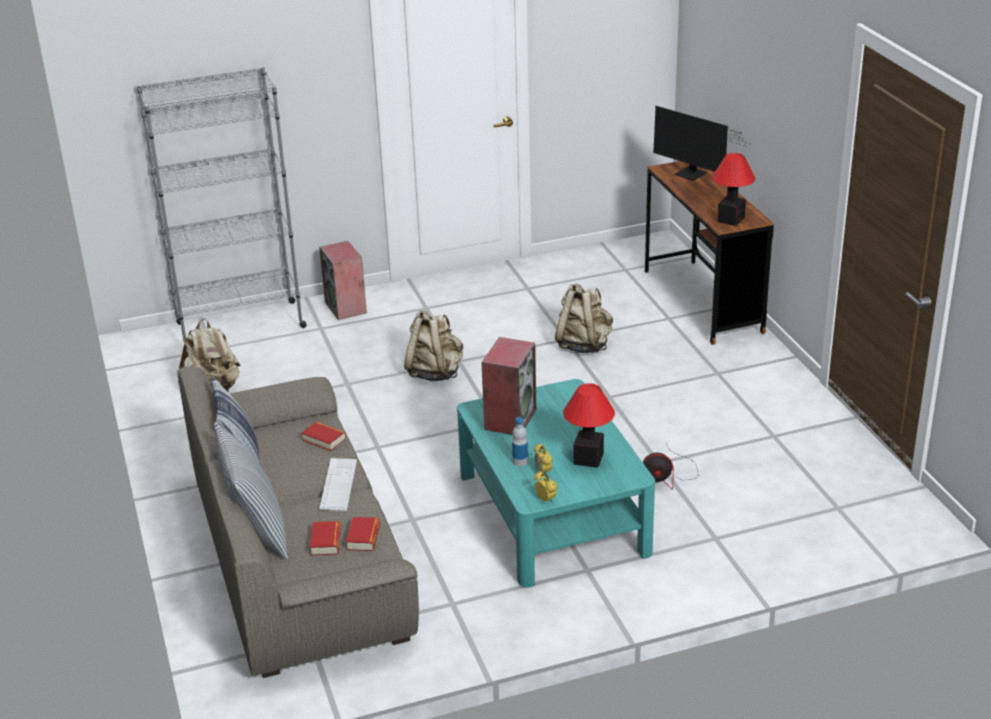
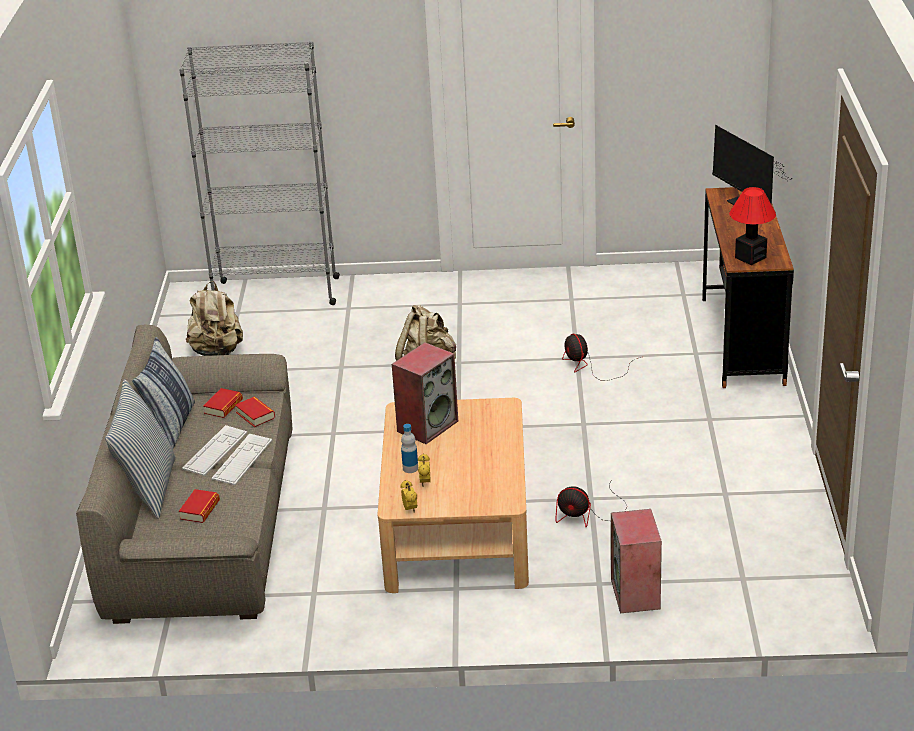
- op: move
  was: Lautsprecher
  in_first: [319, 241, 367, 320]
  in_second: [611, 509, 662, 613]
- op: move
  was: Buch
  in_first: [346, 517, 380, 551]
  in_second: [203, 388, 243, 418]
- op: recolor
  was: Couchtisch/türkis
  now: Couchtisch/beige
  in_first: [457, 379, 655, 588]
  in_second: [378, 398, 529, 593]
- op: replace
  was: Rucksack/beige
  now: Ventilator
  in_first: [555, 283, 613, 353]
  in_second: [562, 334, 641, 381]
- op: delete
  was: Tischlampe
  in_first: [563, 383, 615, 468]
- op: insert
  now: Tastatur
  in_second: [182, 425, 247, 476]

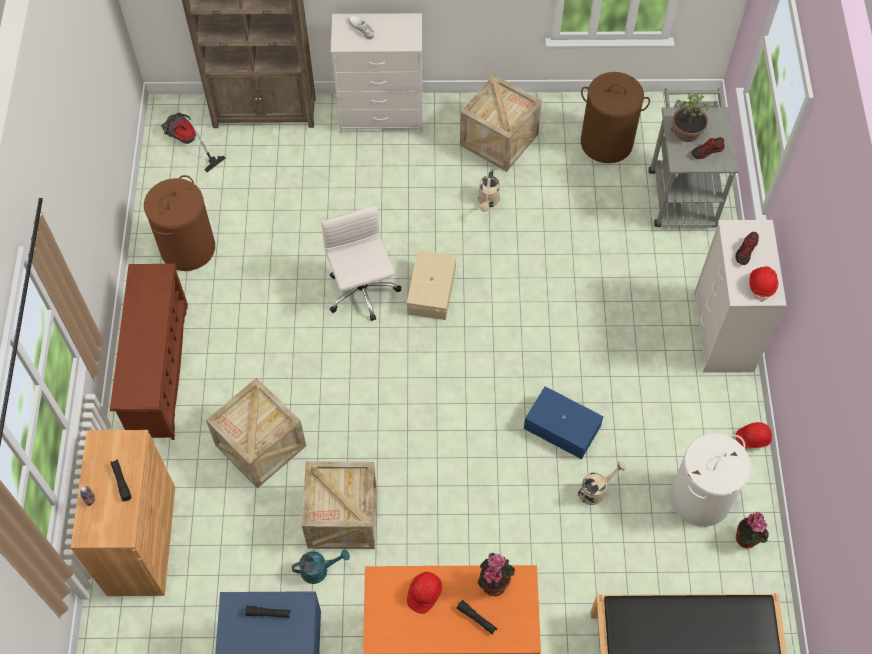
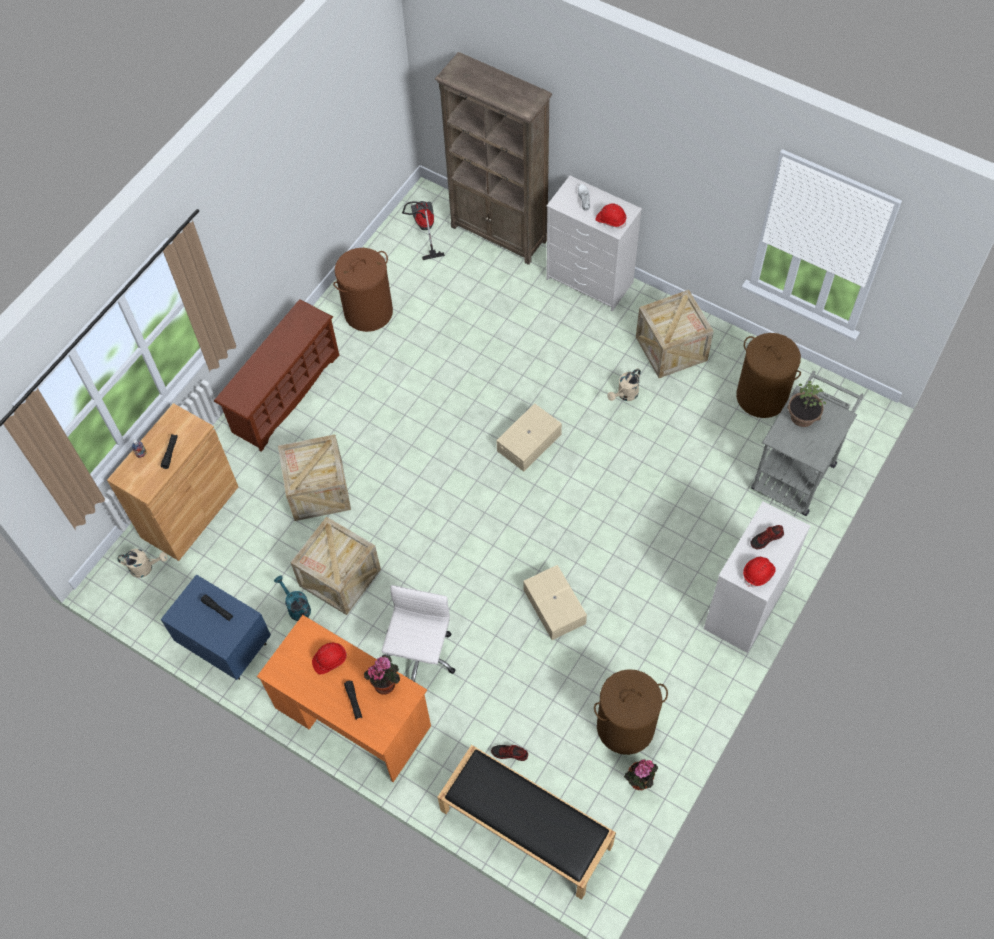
- op: rotate
  was: Gießkanne/türkis
  in_first: [292, 549, 350, 584]
  in_second: [274, 575, 311, 621]
  clockwise: -150
- op: move
  was: Bürostuhl/weiß
  in_first: [321, 206, 401, 321]
  in_second: [382, 585, 456, 682]
- op: recolor
  was: Aufbewahrungsbox/blau
  now: Aufbewahrungsbox/beige
  in_first: [524, 386, 603, 459]
  in_second: [523, 565, 587, 640]
- op: move
  was: Gießkanne/beige
  in_first: [577, 461, 626, 505]
  in_second: [117, 549, 168, 578]
- op: recolor
  was: Wäschekorb/weiß
  now: Wäschekorb/braun
  in_first: [670, 433, 751, 527]
  in_second: [594, 669, 668, 755]
- op: move
  was: Schuh
  in_first: [692, 137, 725, 159]
  in_second: [491, 745, 528, 761]
- op: move
  was: Schutzhelm/rot
  in_first: [736, 422, 772, 449]
  in_second: [596, 204, 626, 228]

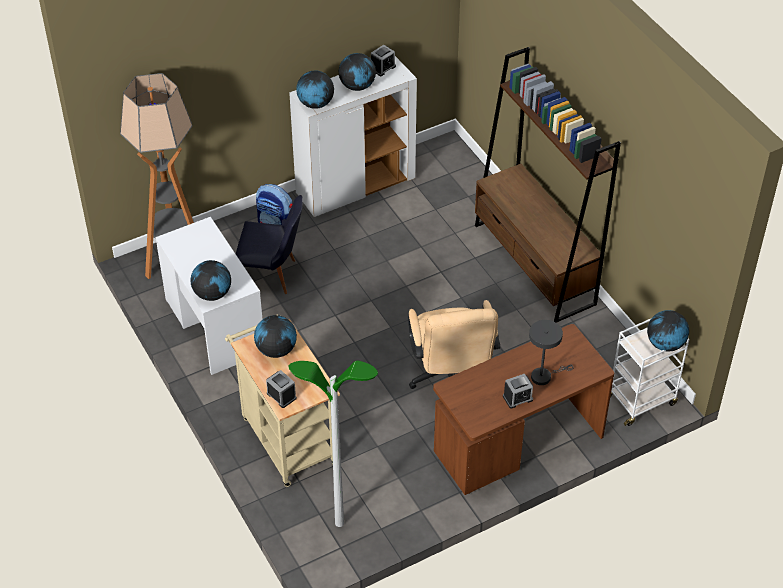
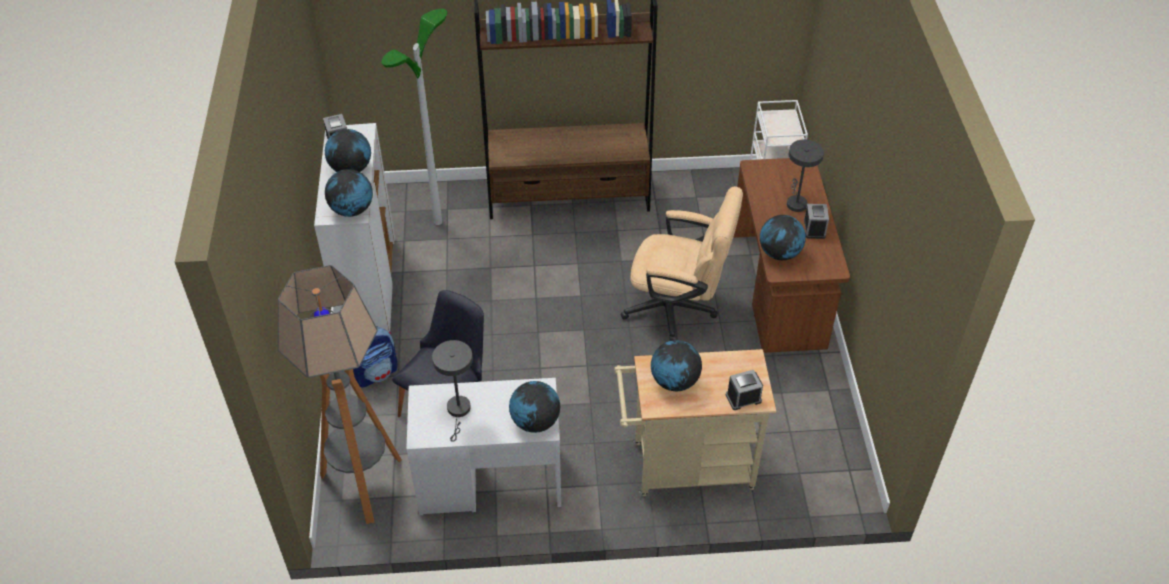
- op: move
  was: Stehlampe
  in_first: [288, 361, 378, 527]
  in_second: [381, 9, 447, 225]
- op: move
  was: Globus
  in_first: [647, 310, 689, 352]
  in_second: [760, 215, 806, 260]
- op: insert
  now: Tischlampe/grau
  in_second: [432, 340, 473, 442]

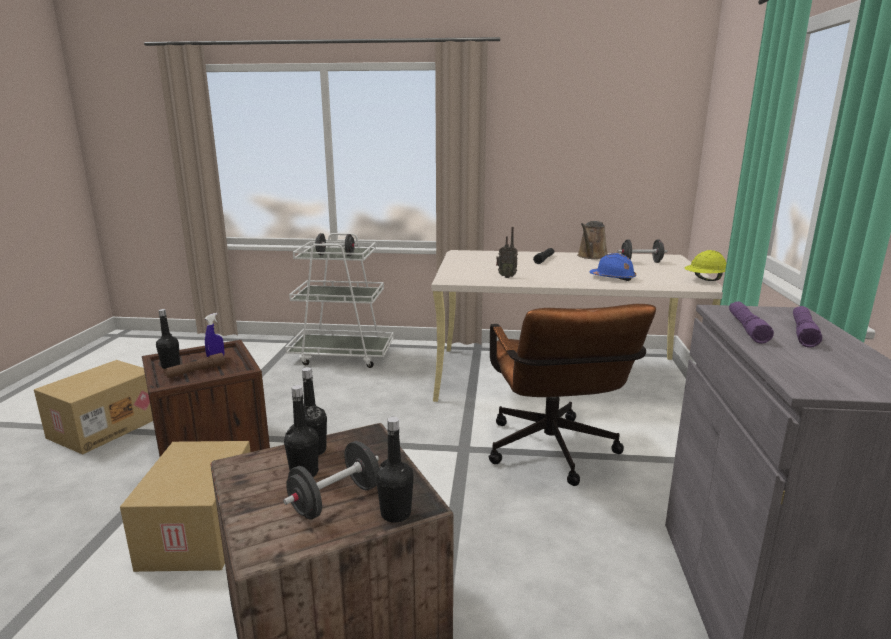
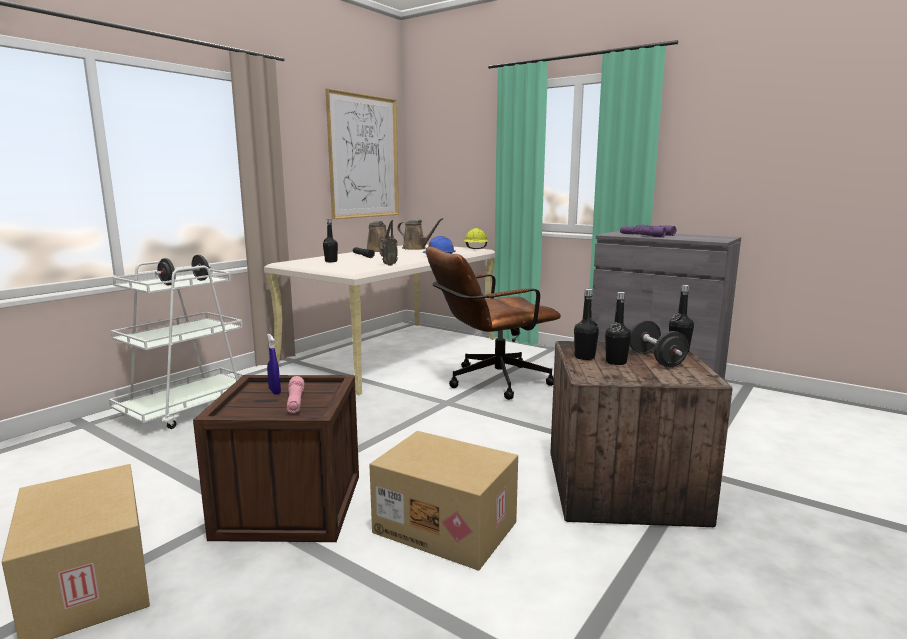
- op: move
  was: Flasche/schwarz
  in_first: [156, 309, 180, 369]
  in_second: [323, 219, 338, 262]
- op: recolor
  was: Taschenlampe/braun
  now: Taschenlampe/rosa
  in_first: [164, 353, 225, 378]
  in_second: [287, 376, 304, 413]
- op: rotate
  was: Bürostuhl/braun
  in_first: [489, 304, 656, 486]
  in_second: [426, 247, 561, 400]
  clockwise: 135
- op: replace
  was: Hantel/schwarz
  now: Gießkanne/braun
  in_first: [618, 239, 667, 263]
  in_second: [398, 218, 443, 250]
- op: insert
  now: Bild
  in_second: [326, 88, 399, 219]

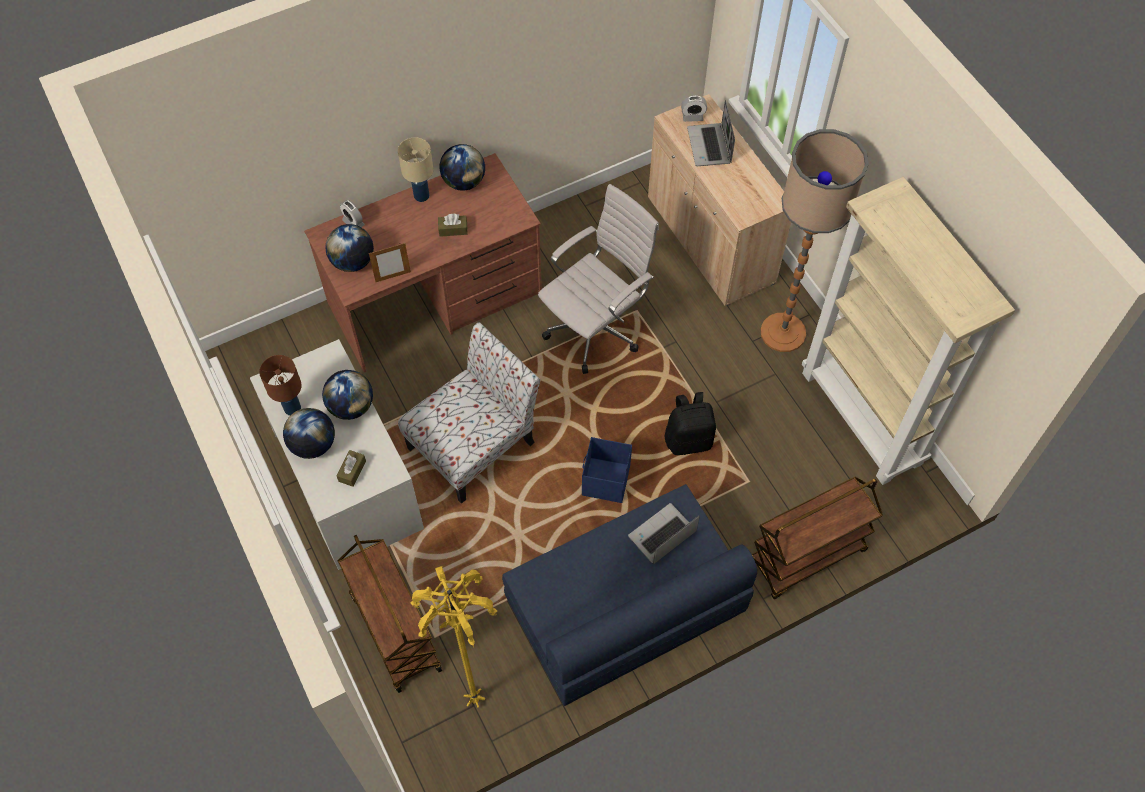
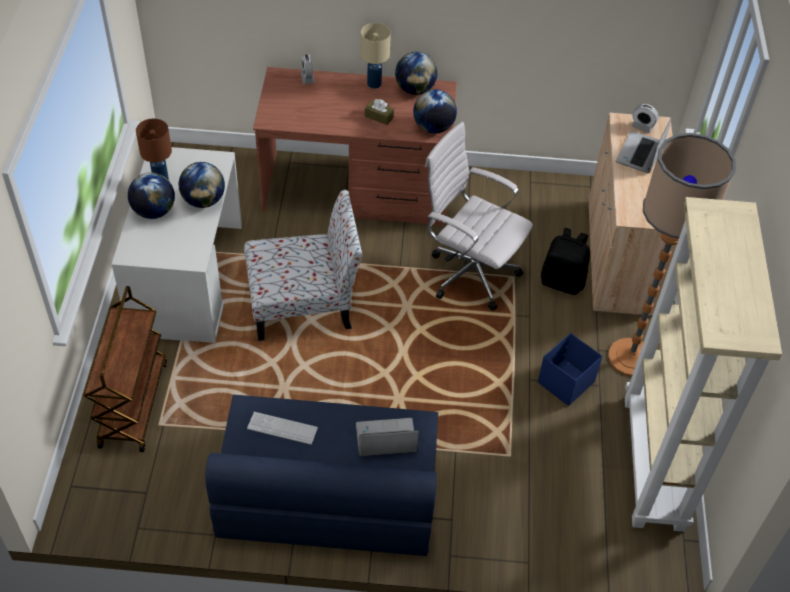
- op: move
  was: Globus
  in_first: [325, 224, 374, 272]
  in_second: [413, 89, 457, 133]
- op: delete
  was: Taschentuchbox/braun
  in_first: [336, 450, 366, 487]
- op: delete
  was: Bilderrahmen
  in_first: [369, 243, 411, 282]
- op: delete
  was: Stehlampe/gelb
  in_first: [410, 566, 497, 708]
- op: rotate
  was: Bürostuhl/weiß
  in_first: [538, 184, 659, 374]
  in_second: [425, 122, 533, 311]
  clockwise: -135
- op: move
  was: Aufbewahrungsbox/blau
  in_first: [582, 437, 632, 503]
  in_second: [538, 333, 603, 406]
- op: move
  was: Rucksack/schwarz
  in_first: [664, 392, 716, 455]
  in_second: [541, 228, 590, 295]
- op: delete
  was: Rollwagen/braun
  in_first: [752, 477, 883, 599]
- op: insert
  now: Tastatur
  in_second: [247, 412, 318, 445]

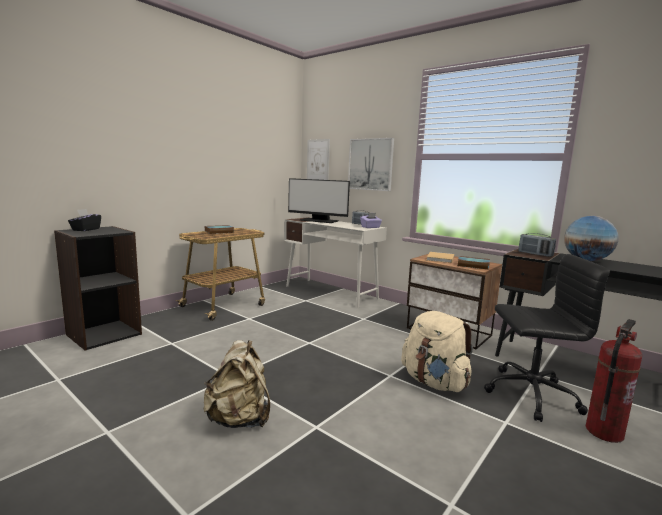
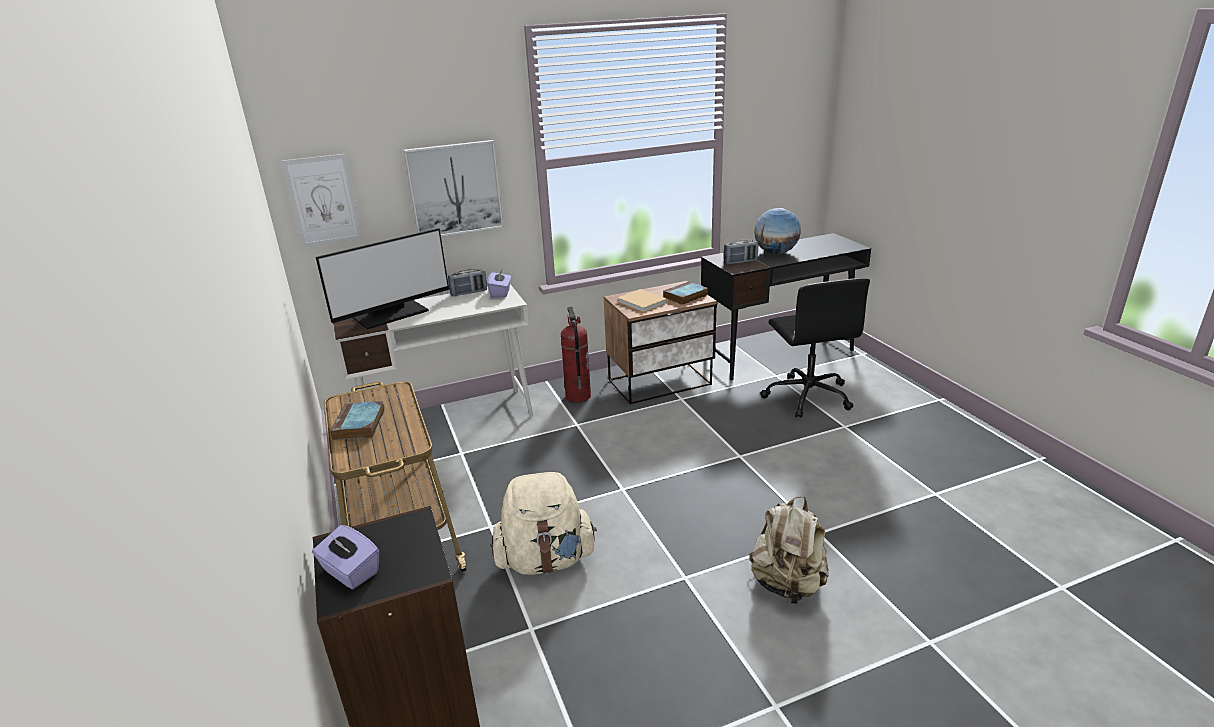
- op: recolor
  was: Taschentuchbox/schwarz
  now: Taschentuchbox/lila
  in_first: [68, 209, 101, 231]
  in_second: [312, 525, 379, 589]
- op: move
  was: Rucksack/beige
  in_first: [401, 311, 473, 392]
  in_second: [491, 471, 597, 575]
- op: rotate
  was: Bürostuhl/schwarz
  in_first: [484, 254, 610, 422]
  in_second: [760, 278, 870, 418]
  clockwise: 135
- op: move
  was: Feuerlöscher
  in_first: [586, 319, 642, 443]
  in_second: [561, 307, 591, 403]

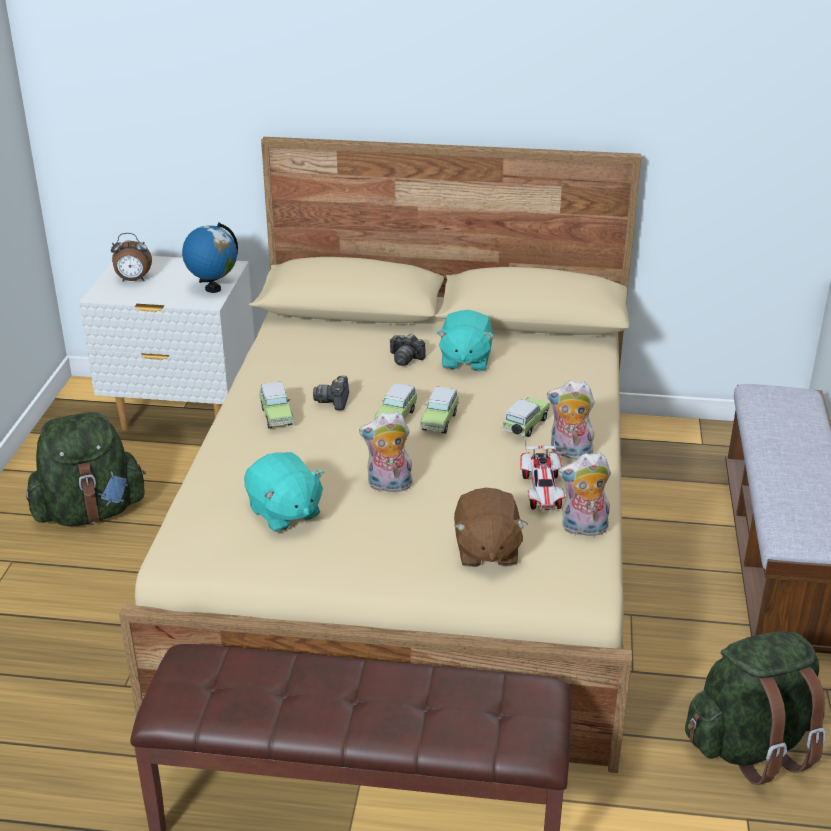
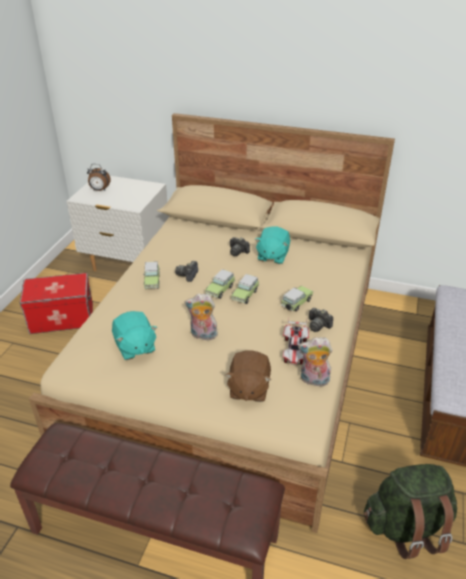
- op: replace
  was: Rucksack/grün
  now: Aufbewahrungsbox
  in_first: [26, 412, 146, 526]
  in_second: [20, 273, 93, 334]
- op: delete
  was: Globus
  in_first: [182, 222, 238, 293]
- op: replace
  was: Plüschtier
  now: Kamera
  in_first: [547, 380, 595, 460]
  in_second: [309, 308, 333, 332]

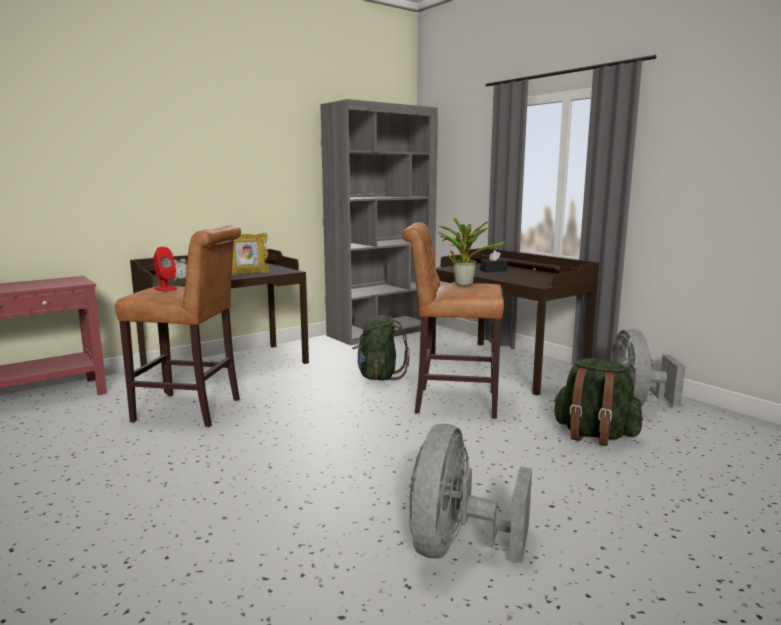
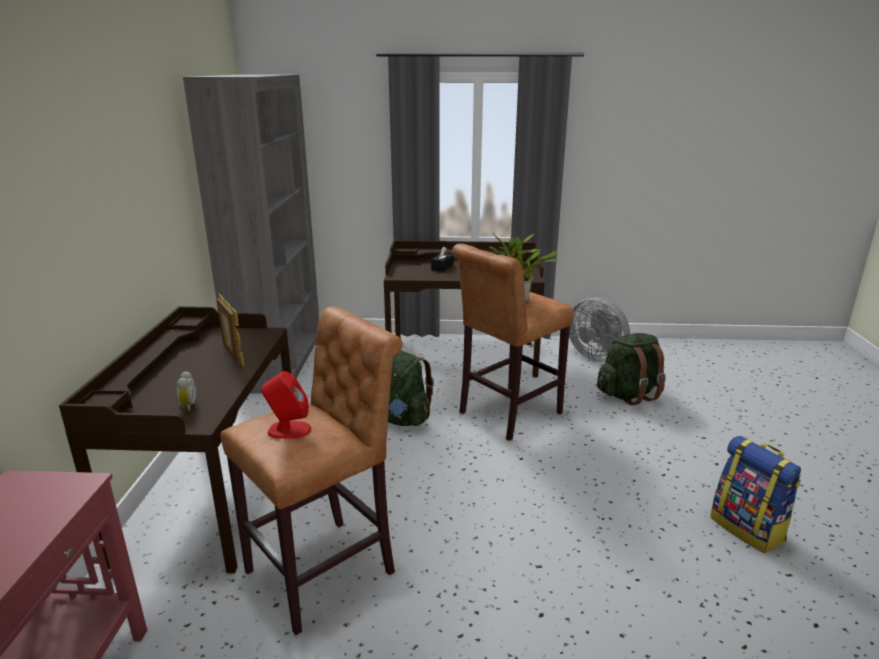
- op: rotate
  was: Bilderrahmen
  in_first: [232, 233, 269, 275]
  in_second: [216, 294, 244, 367]
  clockwise: -45
- op: replace
  was: Ventilator/grau
  now: Rucksack
  in_first: [410, 424, 532, 563]
  in_second: [710, 436, 801, 553]

